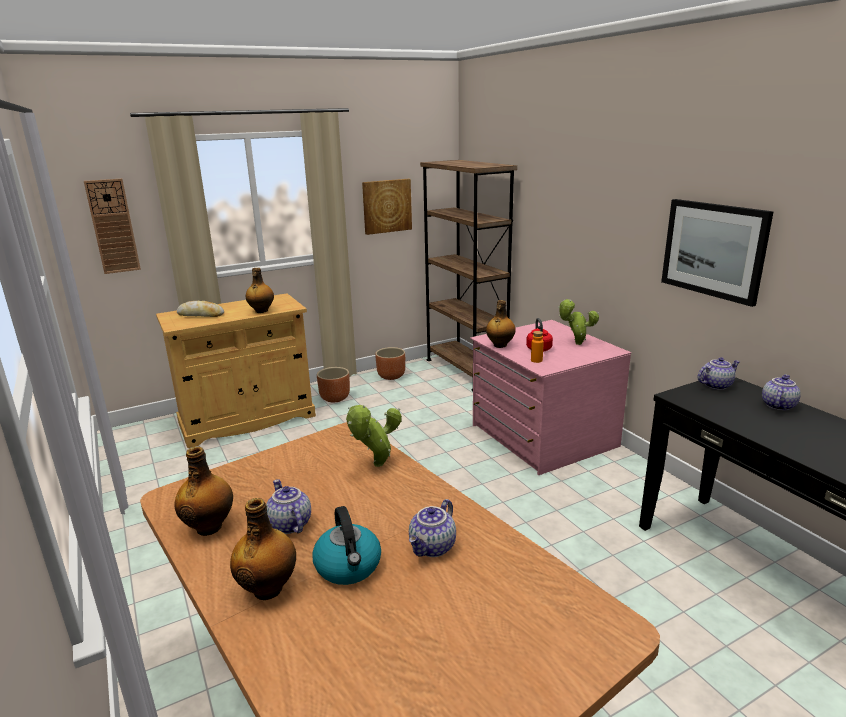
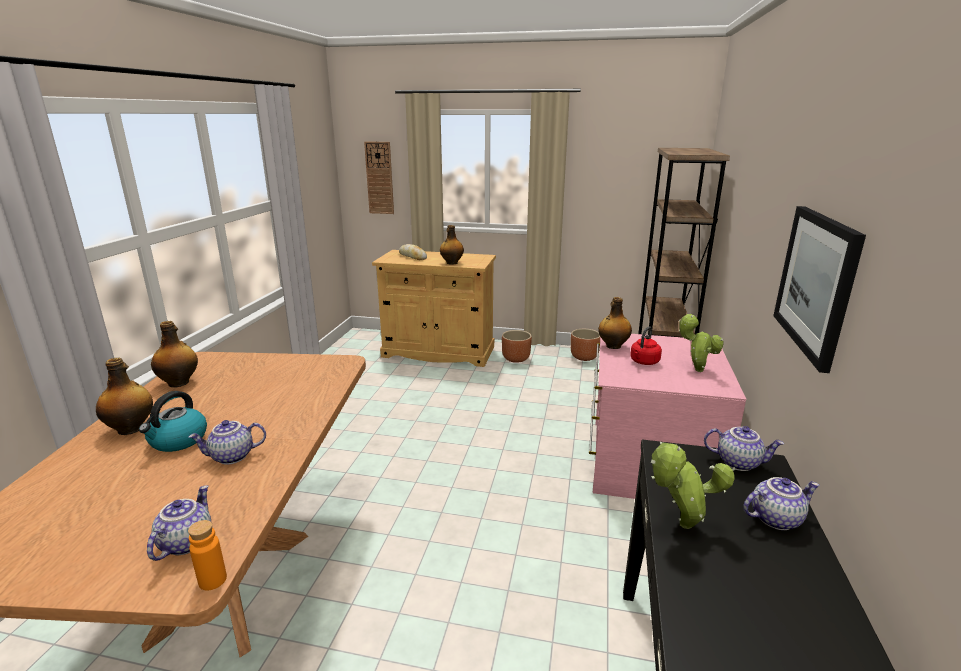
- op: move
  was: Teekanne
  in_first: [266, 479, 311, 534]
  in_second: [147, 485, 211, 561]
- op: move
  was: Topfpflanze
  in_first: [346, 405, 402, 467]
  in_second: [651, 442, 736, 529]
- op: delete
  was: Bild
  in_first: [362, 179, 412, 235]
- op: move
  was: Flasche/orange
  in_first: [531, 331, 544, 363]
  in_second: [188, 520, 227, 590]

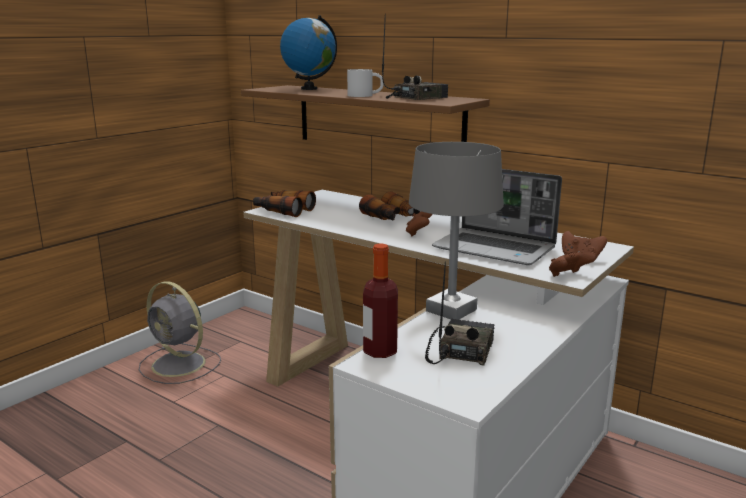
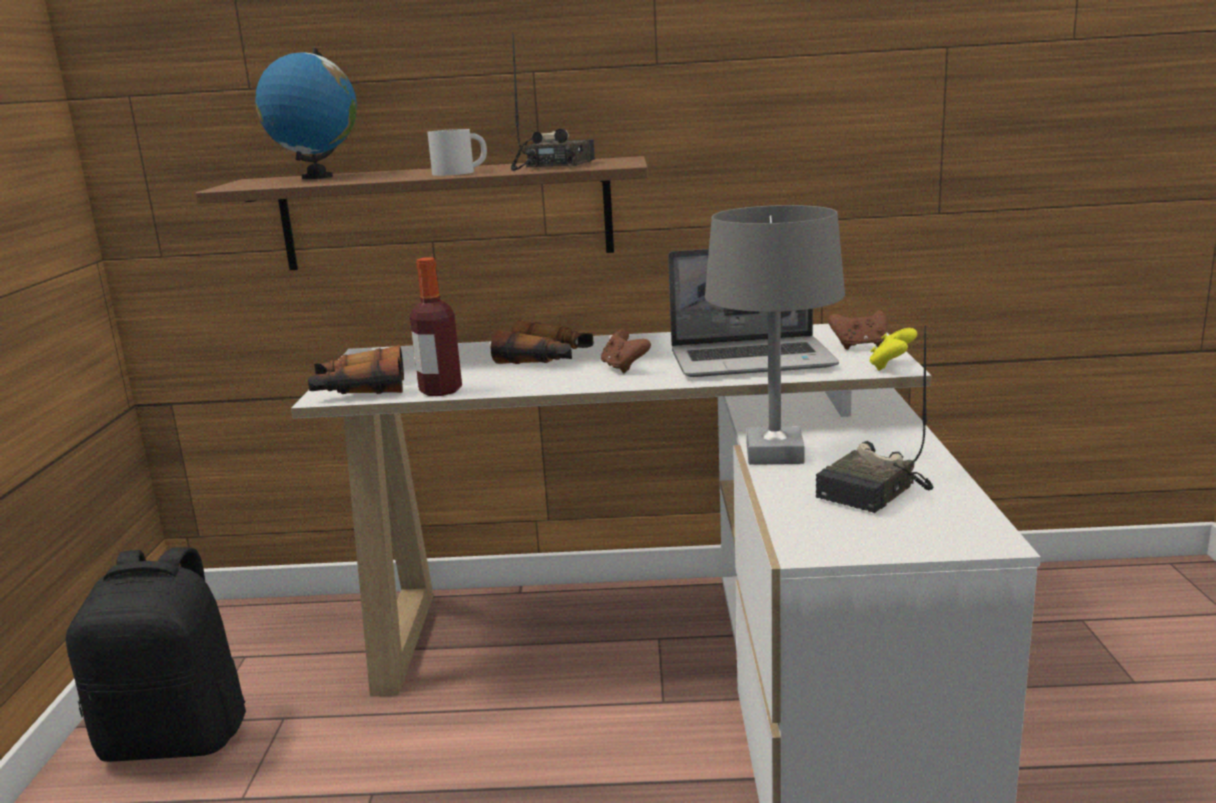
- op: replace
  was: Ventilator/grau
  now: Rucksack/schwarz
  in_first: [139, 281, 221, 384]
  in_second: [66, 547, 246, 762]
- op: move
  was: Flasche
  in_first: [363, 244, 398, 358]
  in_second: [410, 257, 462, 396]
- op: rotate
  was: Radio
  in_first: [425, 261, 494, 366]
  in_second: [816, 325, 933, 513]
  clockwise: -120
- op: recolor
  was: Gamepad/braun
  now: Gamepad/gelb
  in_first: [549, 251, 597, 277]
  in_second: [869, 328, 917, 371]

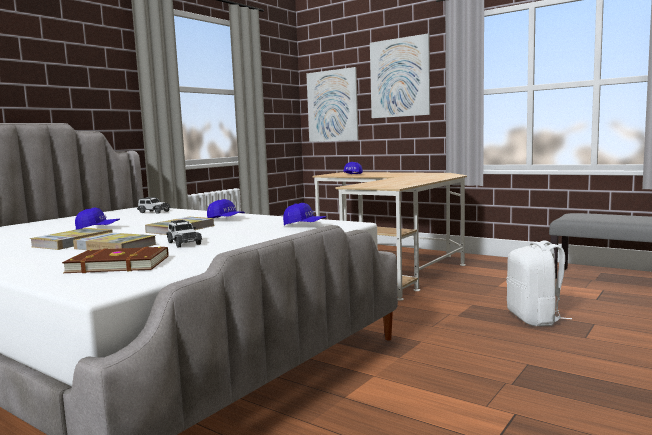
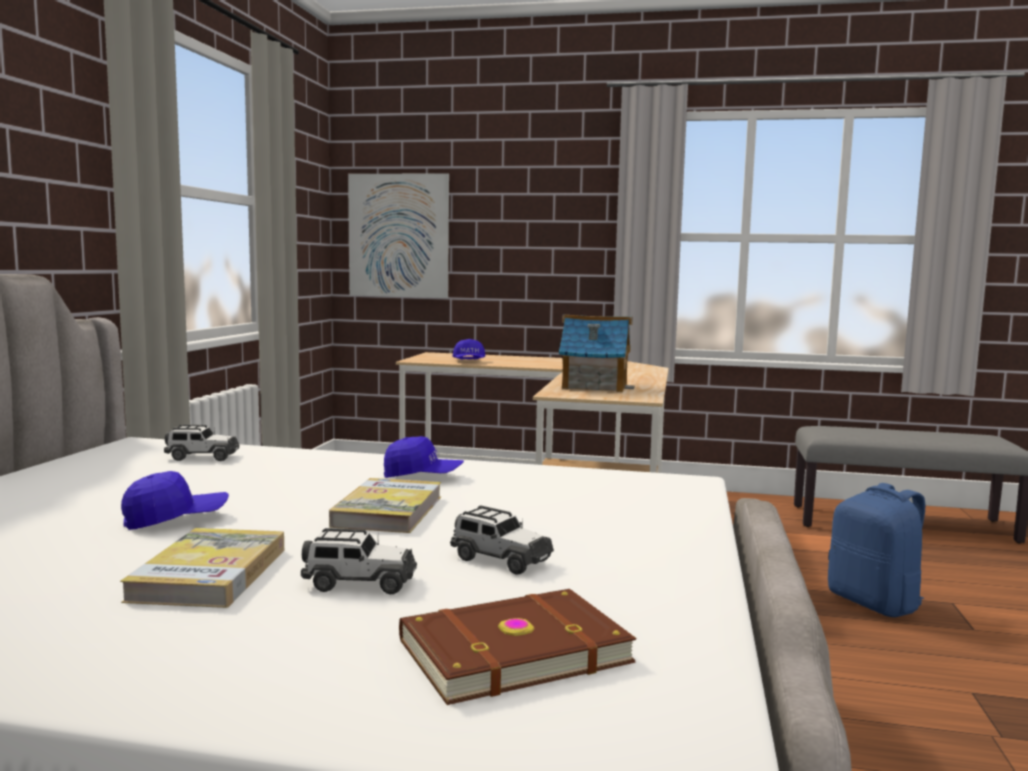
- op: replace
  was: Buch
  now: Spielzeugauto
  in_first: [73, 232, 156, 250]
  in_second: [301, 528, 417, 594]
- op: delete
  was: Kappe/blau
  in_first: [283, 203, 327, 226]
- op: delete
  was: Bild
  in_first: [370, 33, 430, 118]
- op: recolor
  was: Rucksack/weiß
  now: Rucksack/blau
  in_first: [507, 240, 572, 326]
  in_second: [828, 483, 925, 617]
- op: insert
  now: Spielzeughaus
  in_second: [559, 314, 635, 392]

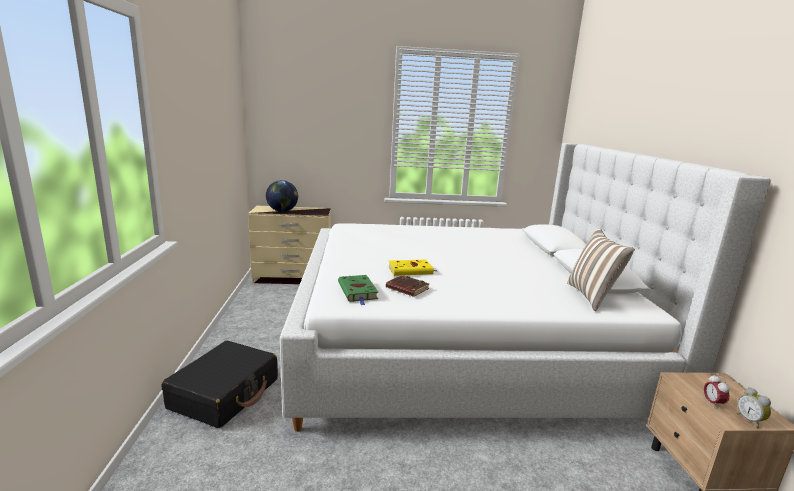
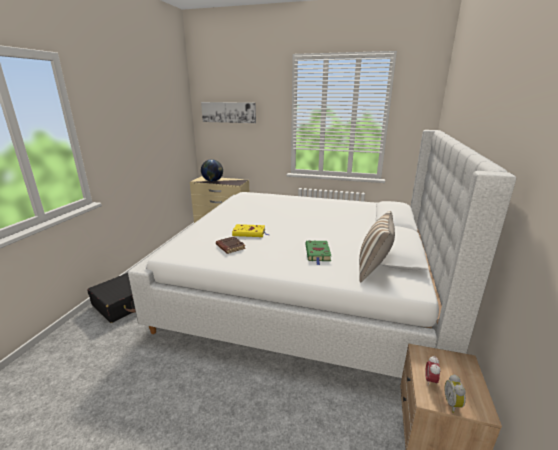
- op: move
  was: Buch/grün
  in_first: [338, 275, 378, 305]
  in_second: [305, 240, 331, 265]
- op: insert
  now: Bild
  in_second: [201, 102, 256, 123]

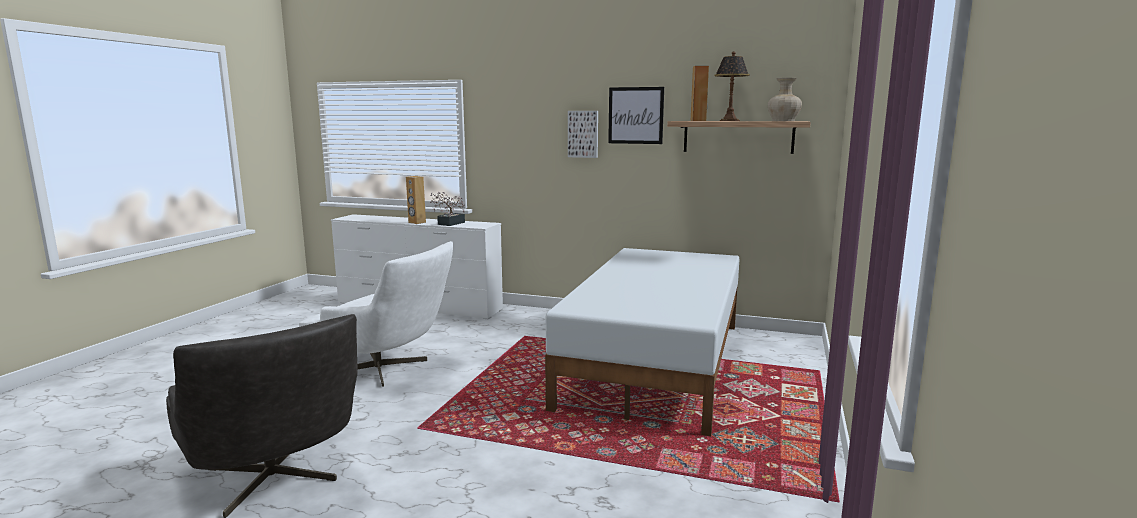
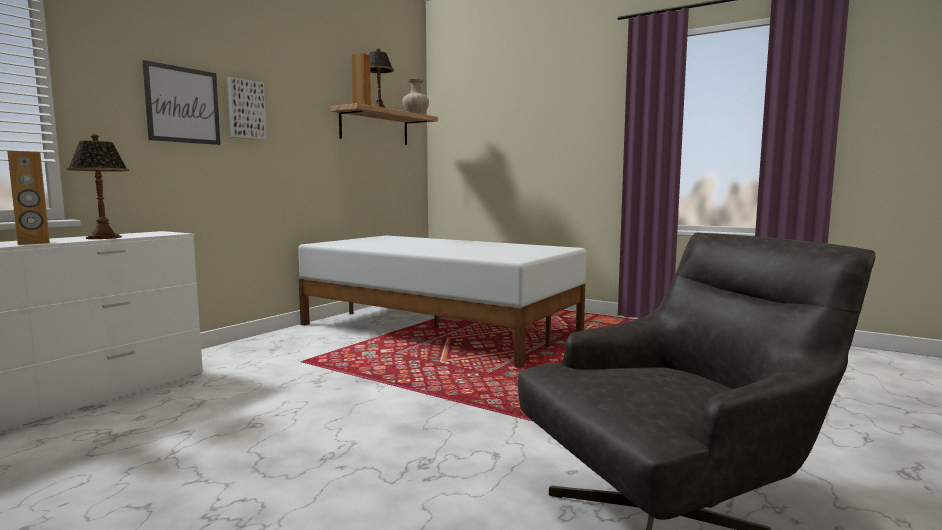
- op: delete
  was: Sessel/weiß
  in_first: [299, 241, 453, 387]
- op: replace
  was: Topfpflanze
  now: Tischlampe
  in_first: [430, 192, 465, 226]
  in_second: [67, 134, 129, 239]
- op: move
  was: Bild
  in_first: [608, 87, 664, 144]
  in_second: [142, 60, 220, 145]

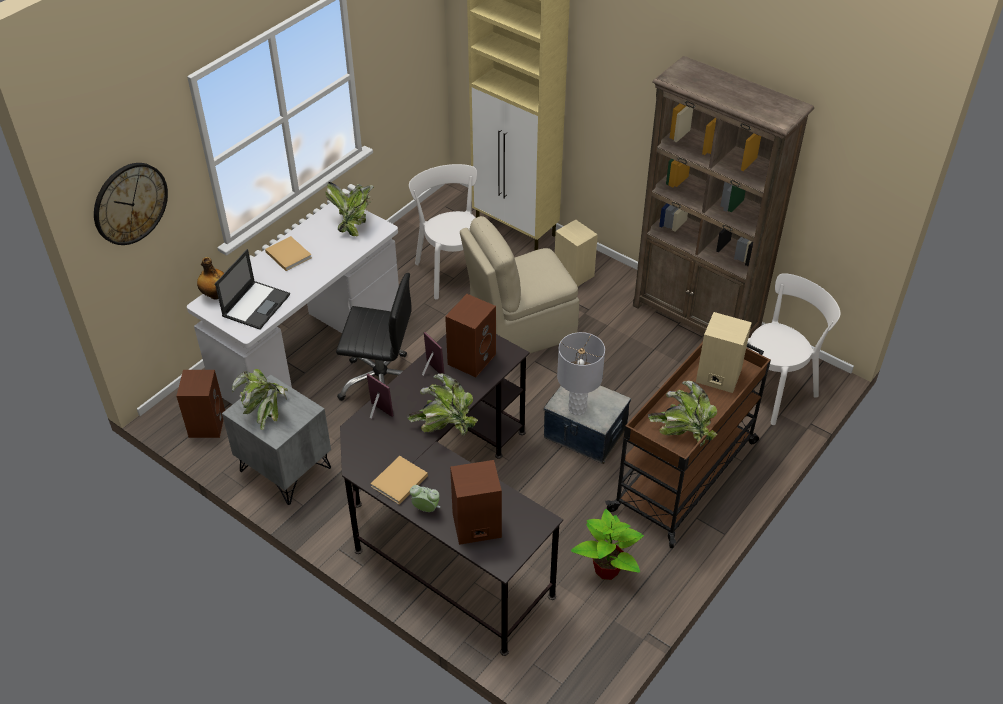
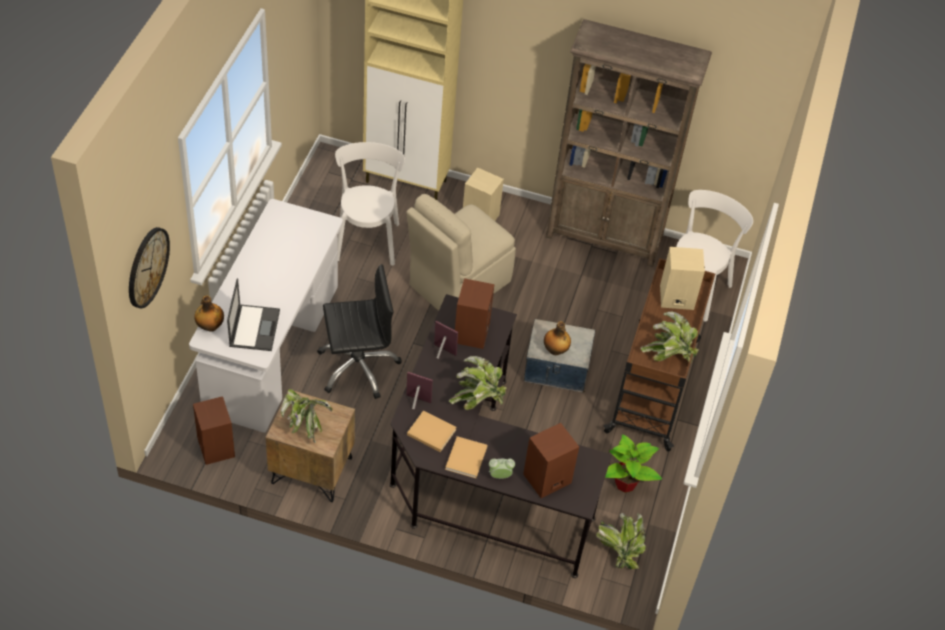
- op: recolor
  was: Nachttisch/grau
  now: Nachttisch/braun
  in_first: [222, 374, 331, 505]
  in_second: [265, 391, 355, 502]
- op: move
  was: Buch/beige
  in_first: [265, 236, 312, 271]
  in_second: [407, 410, 457, 452]
- op: move
  was: Topfpflanze
  in_first: [325, 182, 374, 236]
  in_second: [596, 513, 646, 569]
- op: rotate
  was: Stuhl/weiß
  in_first: [409, 164, 477, 299]
  in_second: [335, 142, 405, 266]
  clockwise: 45
- op: replace
  was: Tischlampe/grau
  now: Flasche
  in_first: [557, 332, 605, 415]
  in_second: [544, 321, 571, 355]

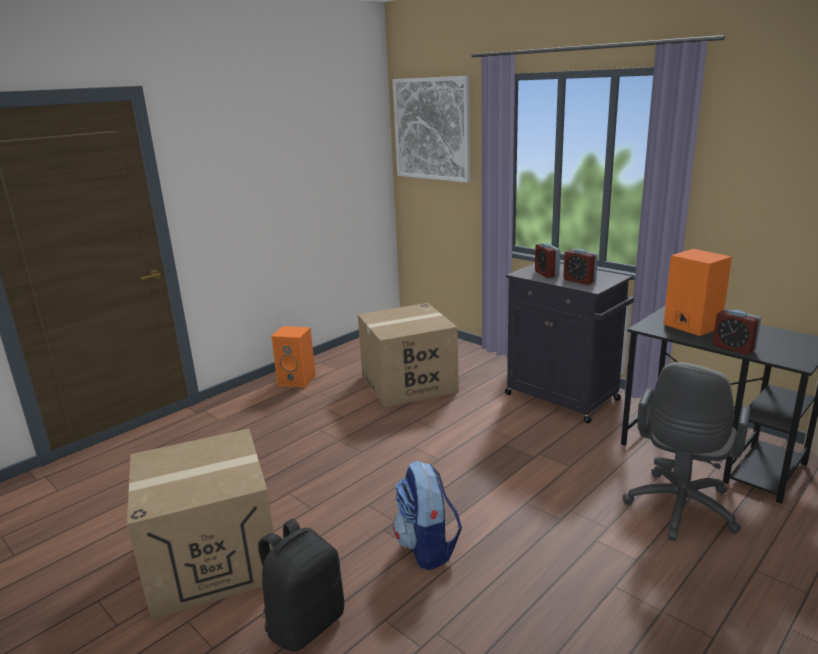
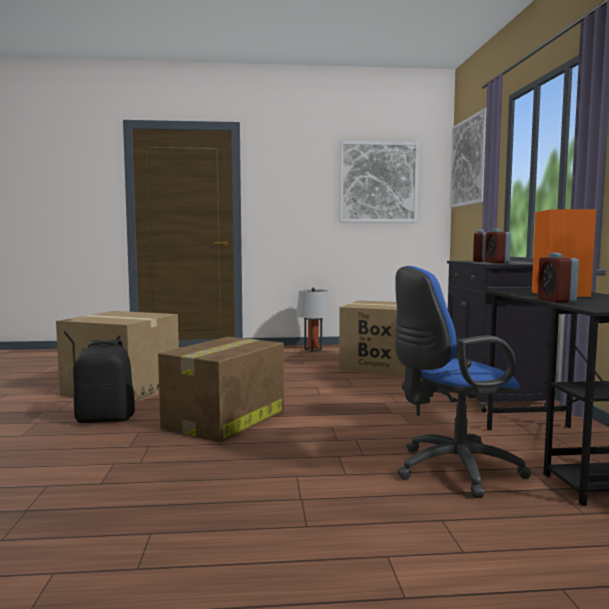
- op: replace
  was: Lautsprecher/orange
  now: Tischlampe/grau
  in_first: [271, 326, 316, 387]
  in_second: [296, 287, 330, 352]
- op: replace
  was: Rucksack
  now: Karton
  in_first: [393, 460, 462, 570]
  in_second: [158, 337, 284, 442]
- op: recolor
  was: Bürostuhl/grau
  now: Bürostuhl/blau
  in_first: [623, 362, 751, 541]
  in_second: [395, 266, 531, 498]
- op: insert
  now: Bild
  in_second: [340, 141, 419, 222]

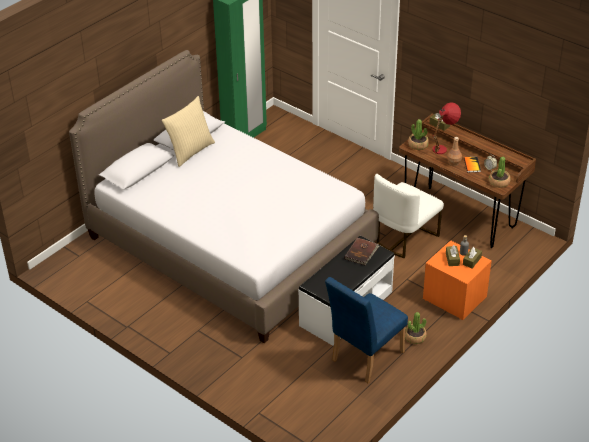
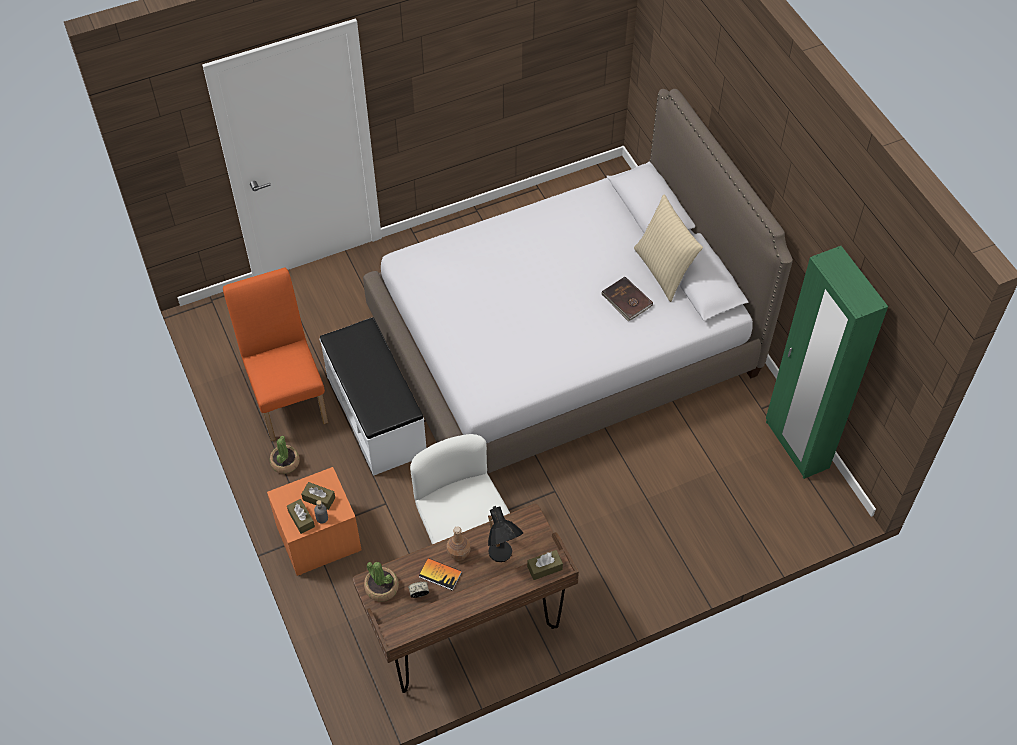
- op: recolor
  was: Stuhl/blau
  now: Stuhl/orange
  in_first: [325, 277, 408, 383]
  in_second: [223, 267, 328, 441]
- op: move
  was: Buch/braun
  in_first: [344, 238, 379, 265]
  in_second: [601, 277, 653, 321]
- op: delete
  was: Topfpflanze
  in_first: [408, 119, 429, 150]
- op: recolor
  was: Tischlampe/rot
  now: Tischlampe/schwarz
  in_first: [432, 102, 461, 154]
  in_second: [488, 506, 523, 562]

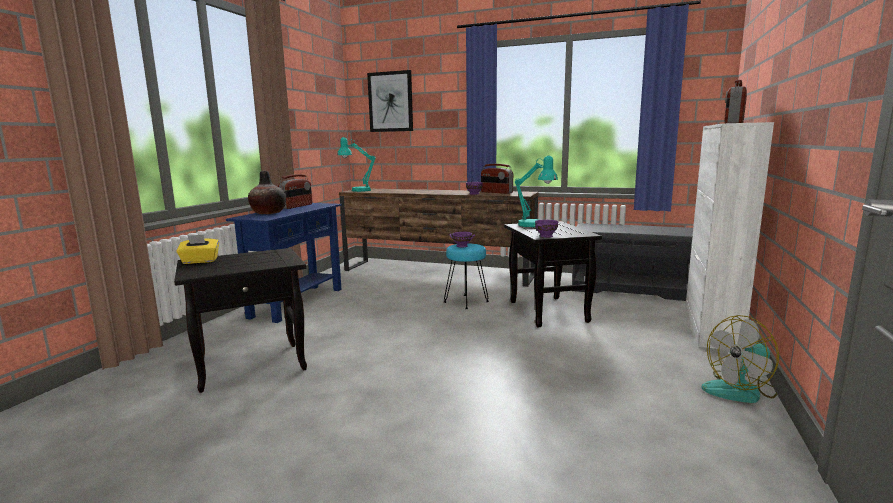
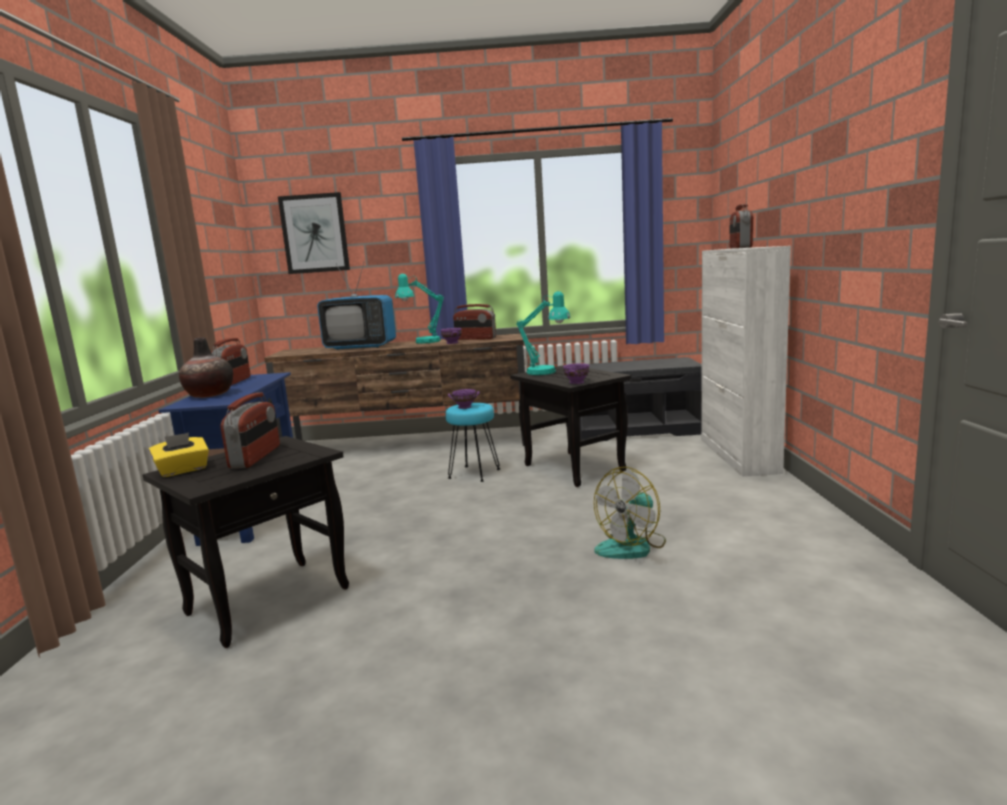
- op: move
  was: Tischlampe/türkis
  in_first: [337, 137, 376, 192]
  in_second: [395, 274, 444, 344]
- op: move
  was: Ventilator
  in_first: [701, 315, 779, 403]
  in_second: [594, 467, 666, 559]
- op: insert
  now: Radio
  in_second: [221, 392, 280, 468]
- op: insert
  now: Fernseher
  in_second: [317, 263, 396, 350]

